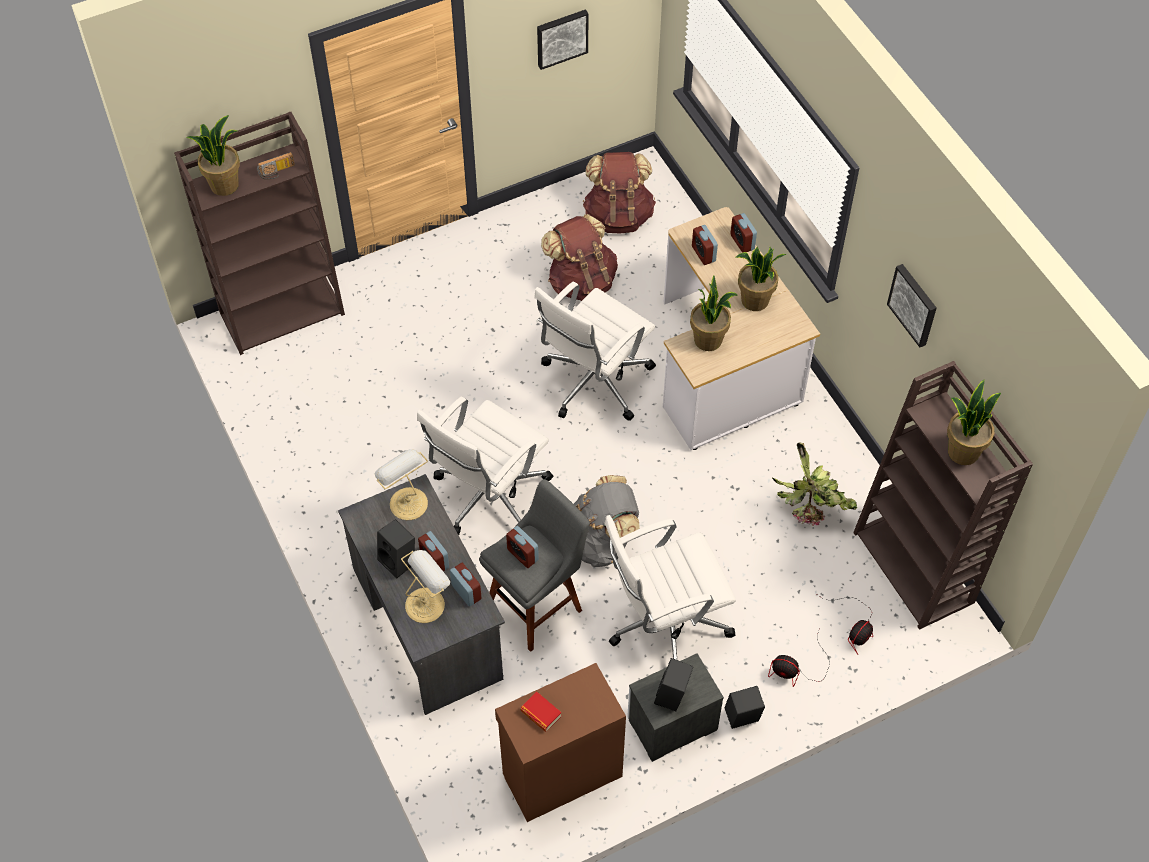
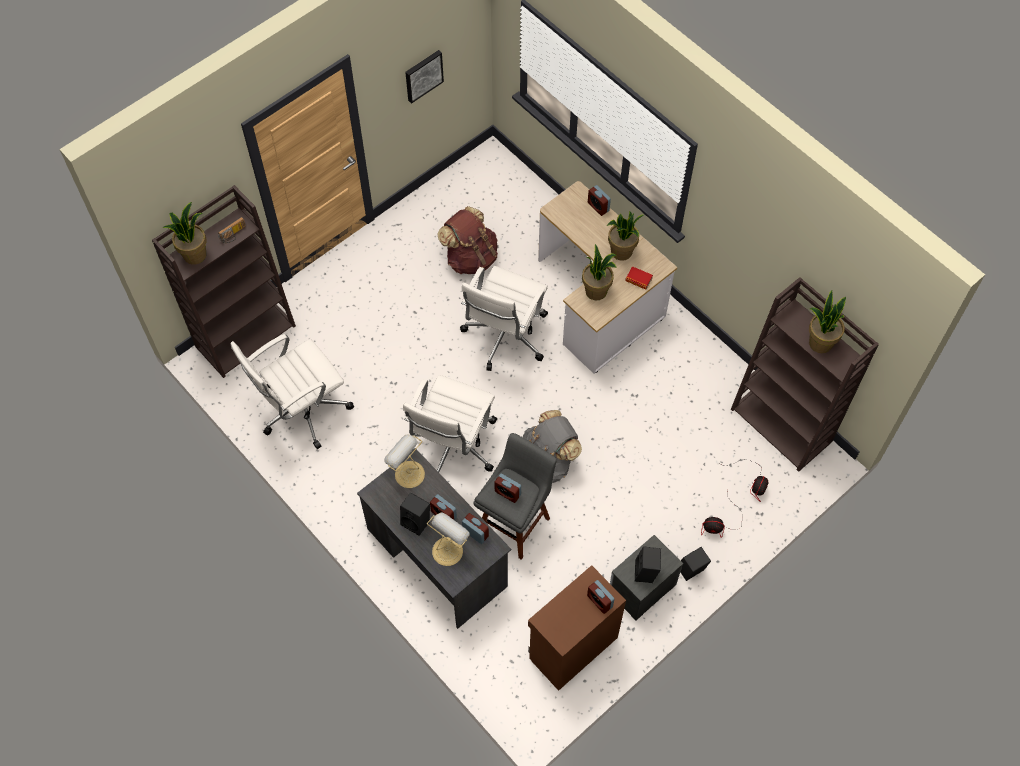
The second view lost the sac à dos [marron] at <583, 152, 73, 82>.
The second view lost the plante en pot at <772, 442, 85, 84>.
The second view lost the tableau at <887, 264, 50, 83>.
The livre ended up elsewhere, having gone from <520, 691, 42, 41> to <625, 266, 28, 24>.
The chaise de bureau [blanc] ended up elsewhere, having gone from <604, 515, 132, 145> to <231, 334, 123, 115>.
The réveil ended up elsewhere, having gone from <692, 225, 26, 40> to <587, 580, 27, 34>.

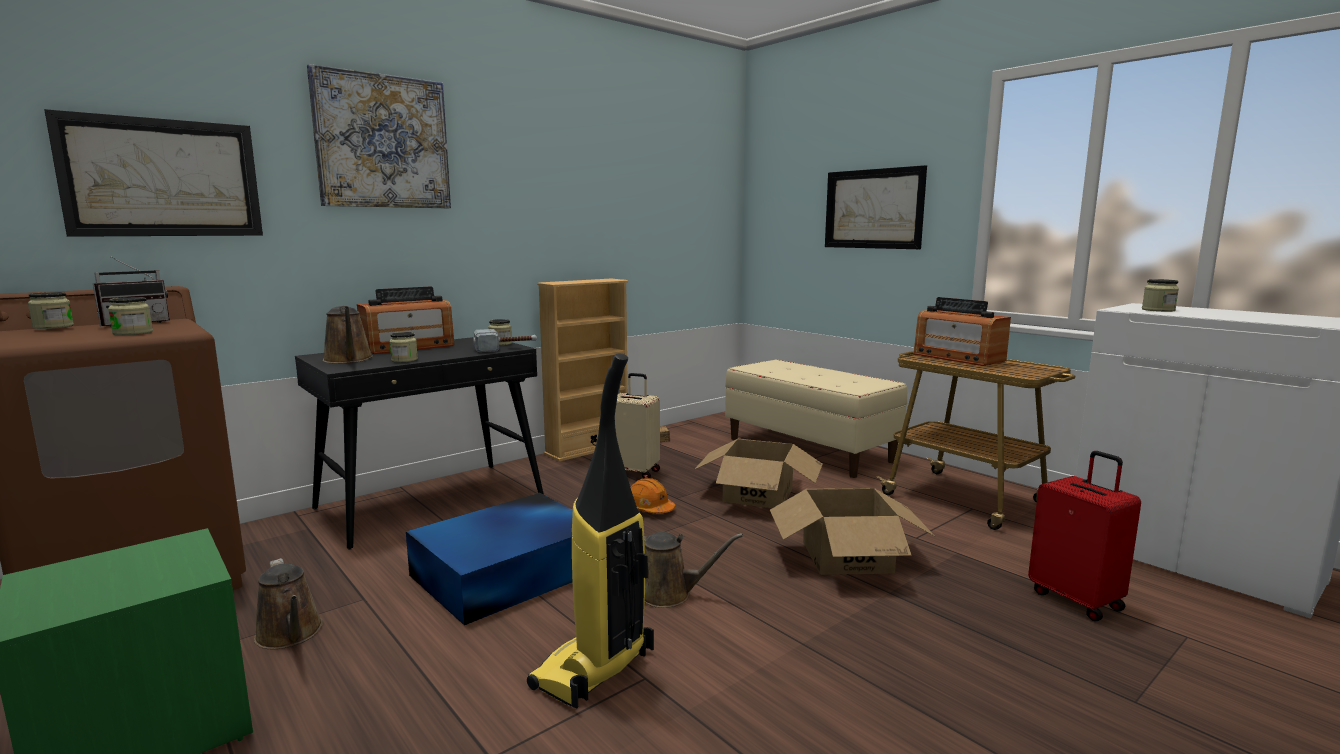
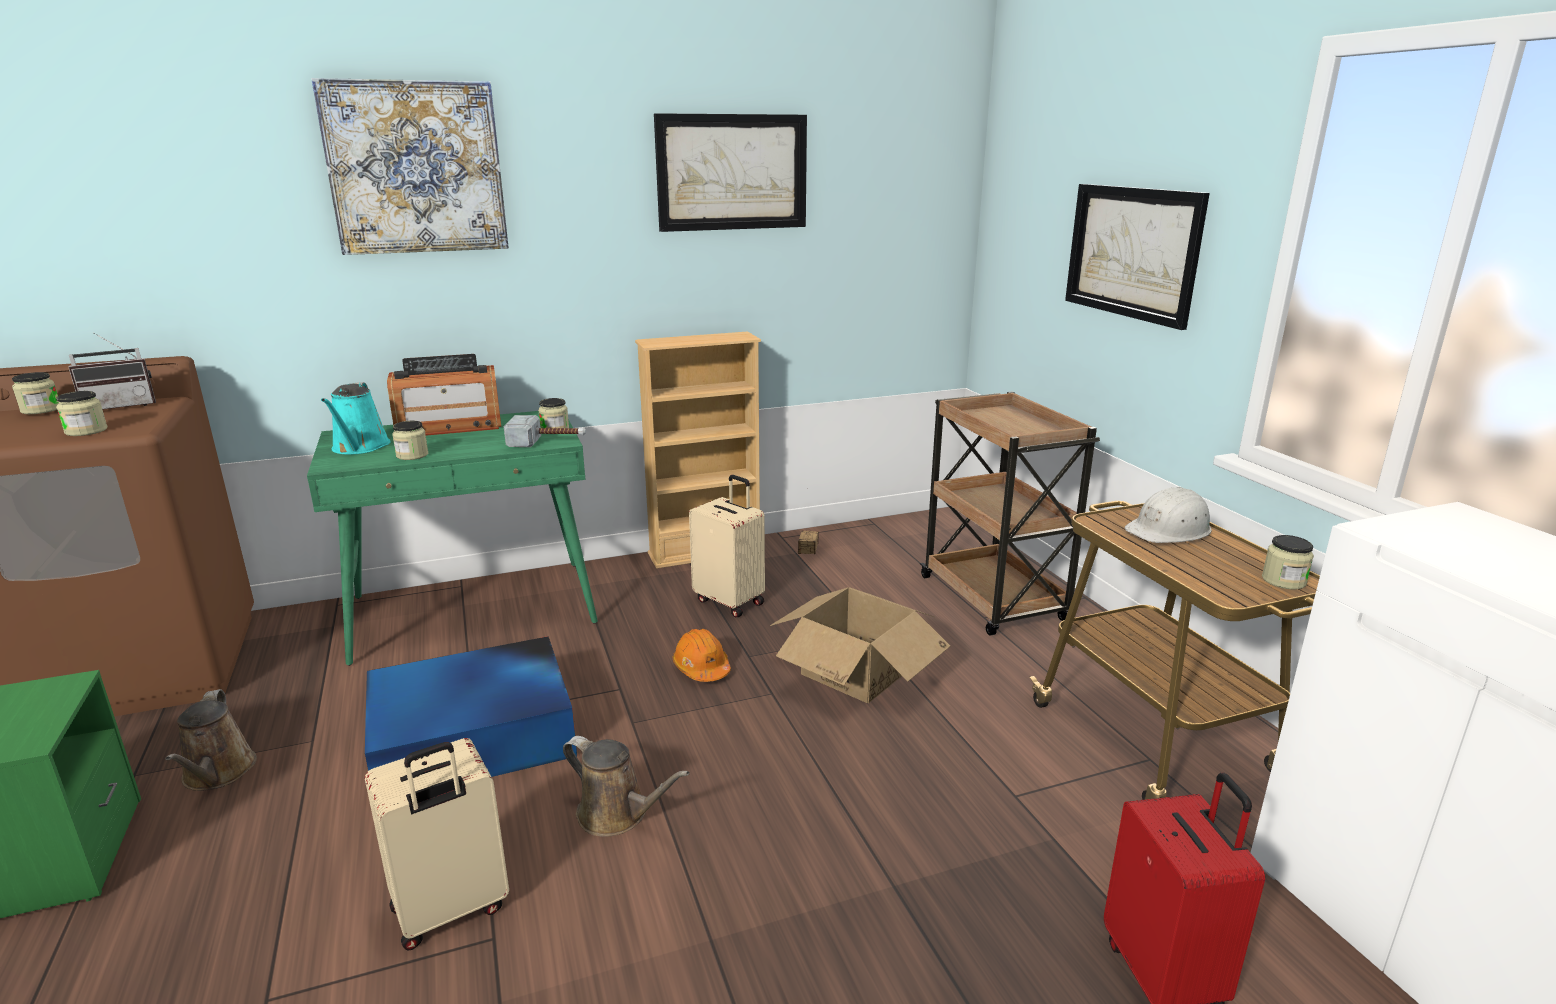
The second view lost the carton at <770, 488, 166, 87>.
The tableau ended up elsewhere, having gone from <44, 109, 219, 128> to <654, 113, 153, 119>.
The bocal ended up elsewhere, having gone from <1142, 279, 37, 33> to <1262, 535, 52, 55>.
Where the aspirateur stood at <527, 353, 127, 355>, the valise [beige] came to stand at <365, 738, 144, 212>.
Where the banc [beige] stood at <725, 359, 182, 119>, the chariot [marron] came to stand at <920, 391, 180, 245>.
Where the radio stood at <914, 297, 97, 69>, the casque de chantier [blanc] came to stand at <1124, 487, 88, 56>.
What was the bureau [noir] at <295, 337, 249, 213> turned into the bureau [vert] at <307, 411, 291, 255>.
What was the arrosoir [marron] at <323, 306, 50, 58> turned into the arrosoir [turquoise] at <321, 382, 70, 72>.

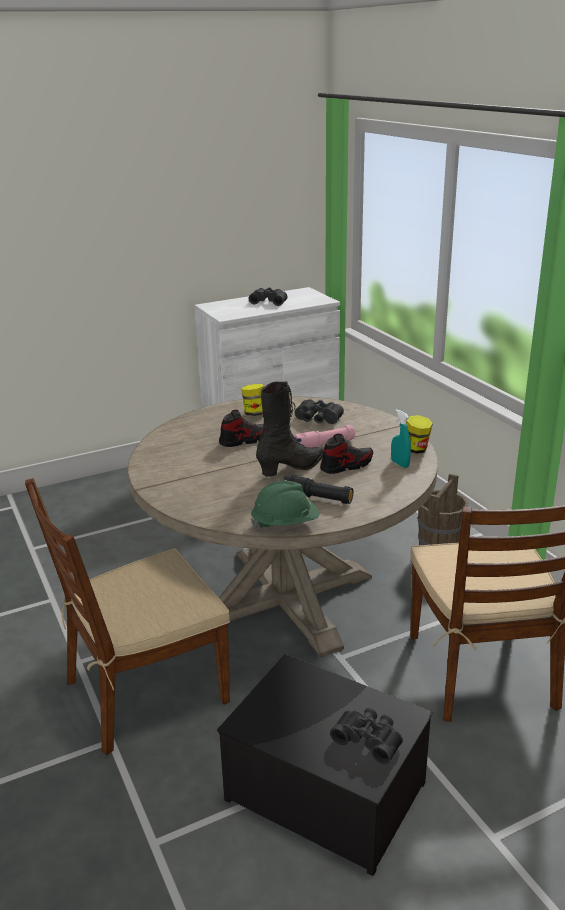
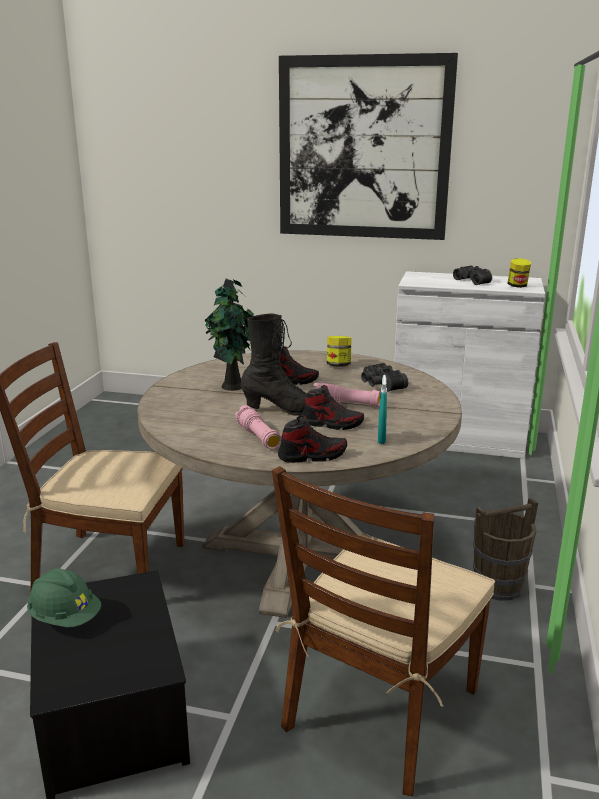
The second view lost the jumelles [noir] at <330, 708, 73, 56>.
The second view gained the plante en pot at <205, 279, 49, 112>.
The second view gained the chaussure at <278, 415, 69, 48>.
The second view gained the tableau at <279, 53, 179, 187>.
The casque de chantier [vert] ended up elsewhere, having gone from <251, 481, 68, 48> to <27, 568, 74, 60>.
The bocal ended up elsewhere, having gone from <406, 415, 27, 39> to <507, 258, 24, 30>.
What was the lampe de poche [noir] at <283, 474, 70, 30> turned into the lampe de poche [rose] at <235, 405, 46, 44>.

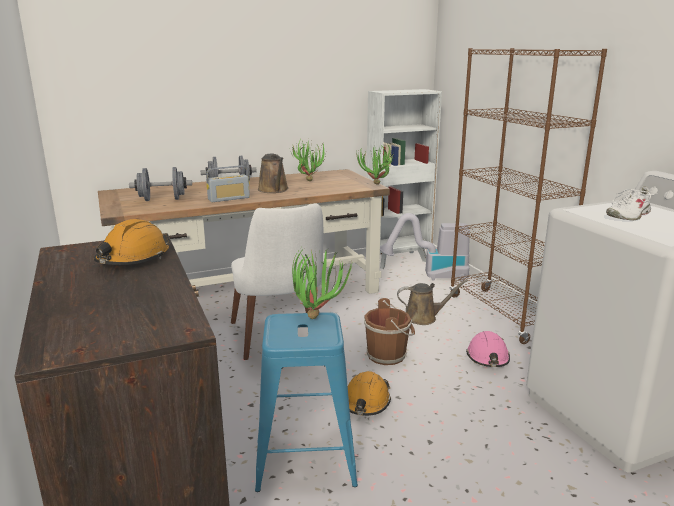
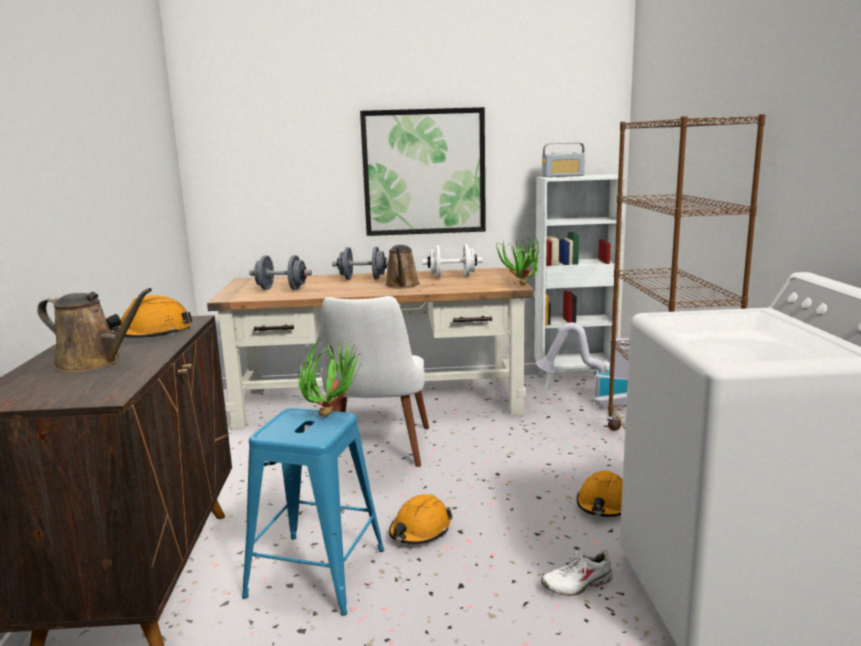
The second view lost the seau [marron] at <364, 298, 51, 67>.
The second view gained the tableau at <360, 107, 126, 129>.
The radio ended up elsewhere, having gone from <206, 165, 44, 37> to <542, 143, 43, 34>.
The arrosoir [marron] ended up elsewhere, having gone from <397, 279, 71, 46> to <37, 288, 115, 85>.
The chaussure [blanc] ended up elsewhere, having gone from <606, 186, 51, 34> to <541, 550, 72, 46>.
Where the plante en pot stood at <291, 140, 36, 41>, the haltère [blanc] came to stand at <422, 244, 60, 34>.
What was the casque de chantier [rose] at <466, 331, 44, 36> turned into the casque de chantier [orange] at <576, 471, 47, 46>.

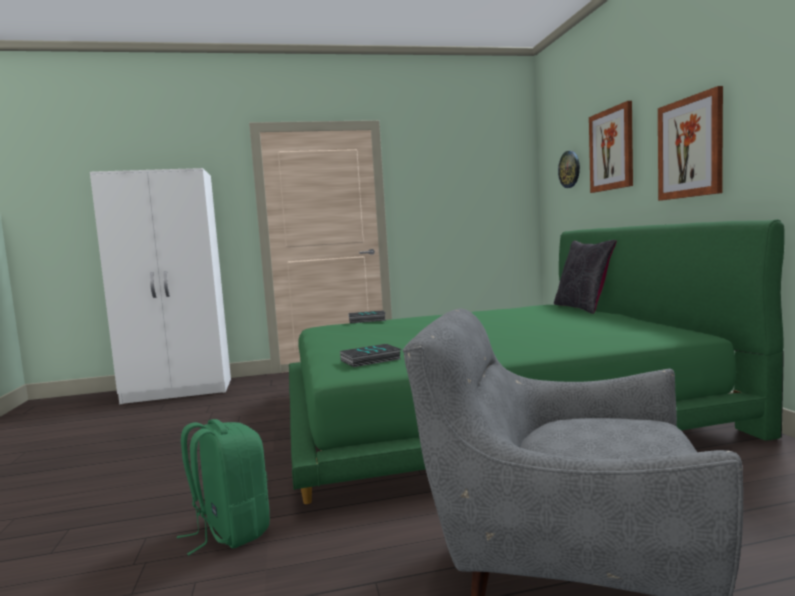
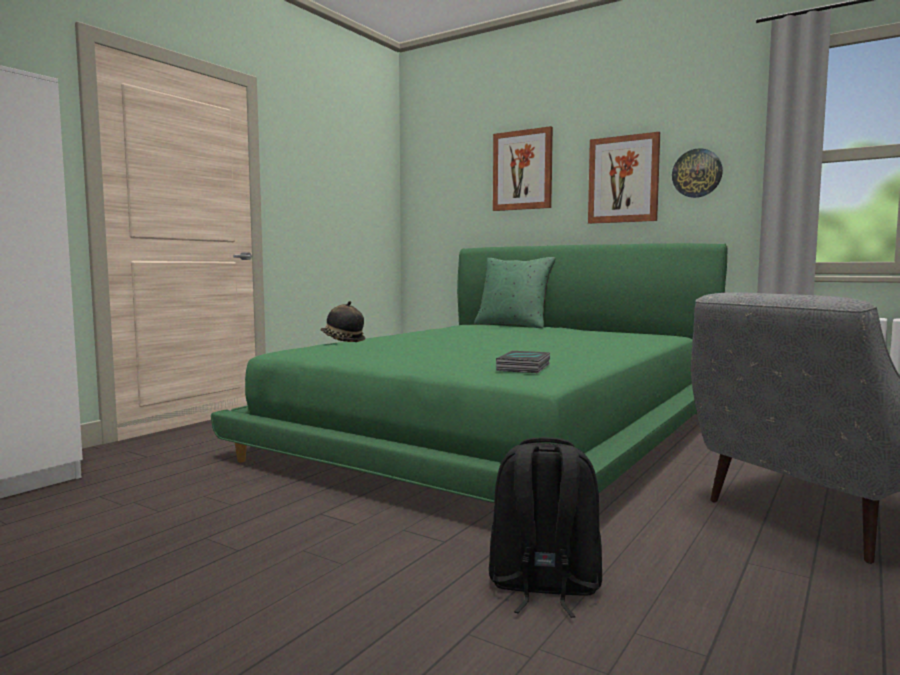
The horloge murale ended up elsewhere, having gone from <558, 151, 22, 37> to <672, 148, 51, 50>.
Where the livre stood at <349, 310, 37, 13>, the chapeau came to stand at <320, 301, 46, 41>.
What was the sac à dos [vert] at <177, 419, 93, 136> turned into the sac à dos [noir] at <489, 437, 113, 181>.
What was the coussin [noir] at <554, 240, 63, 74> turned into the coussin [vert] at <474, 257, 82, 71>.

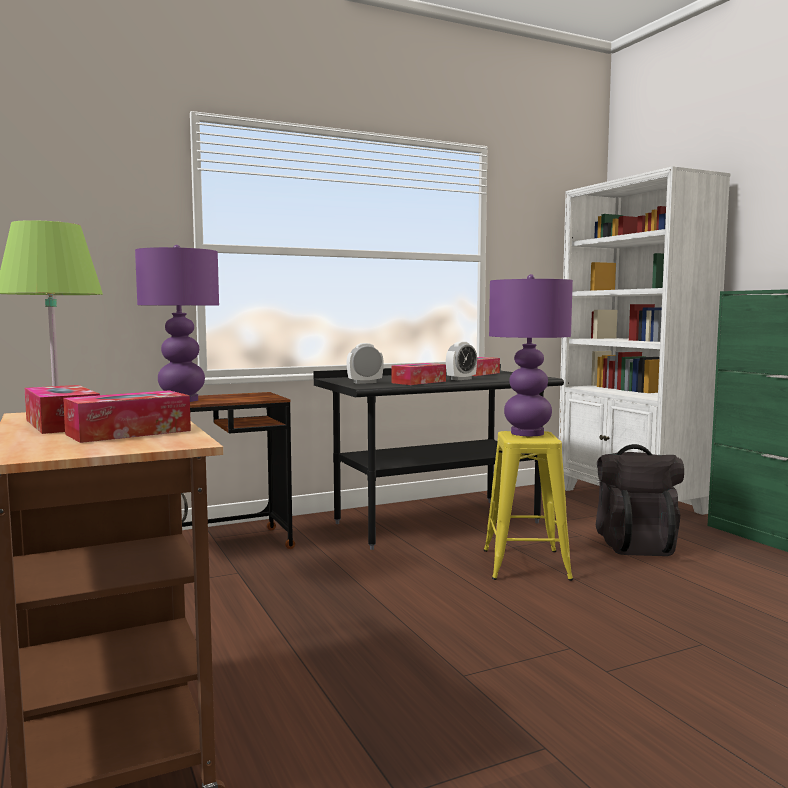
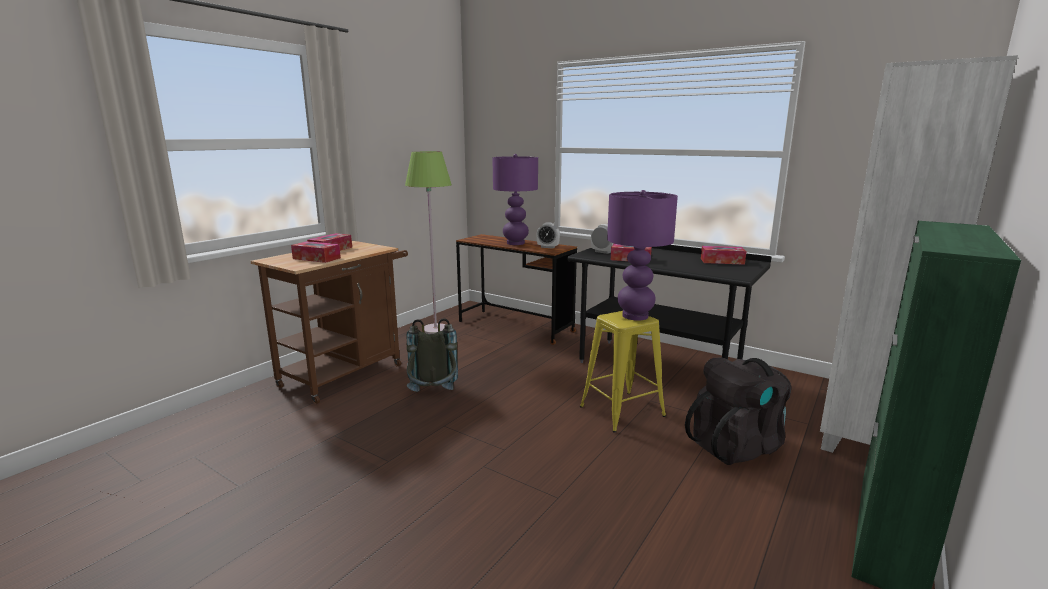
The second view gained the sac à dos [gris] at <406, 318, 52, 74>.
The réveil ended up elsewhere, having gone from <446, 342, 31, 38> to <537, 222, 23, 27>.

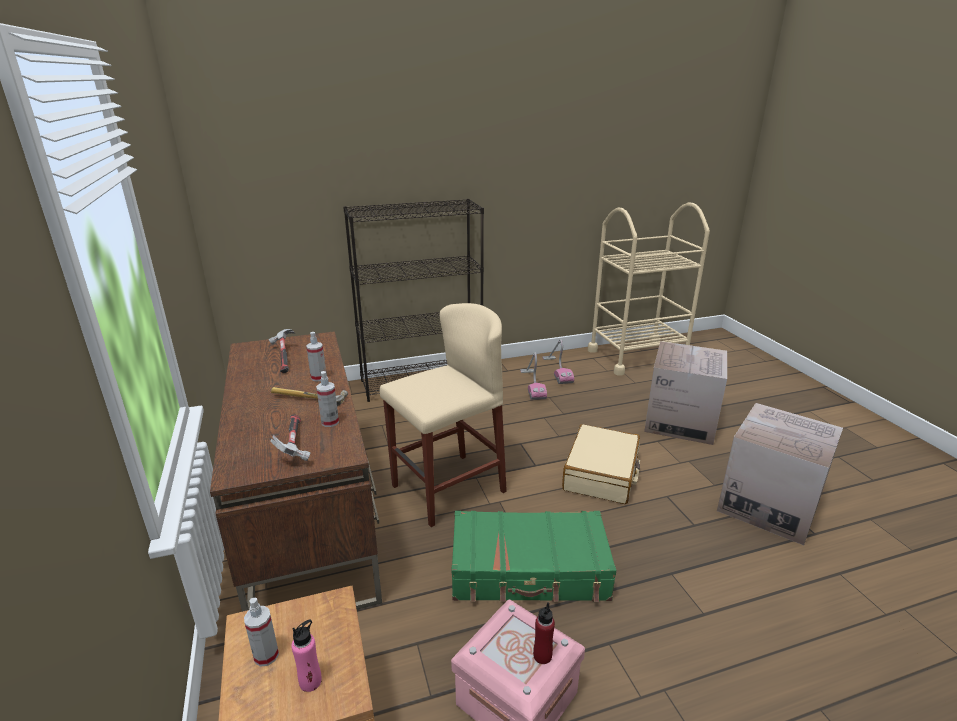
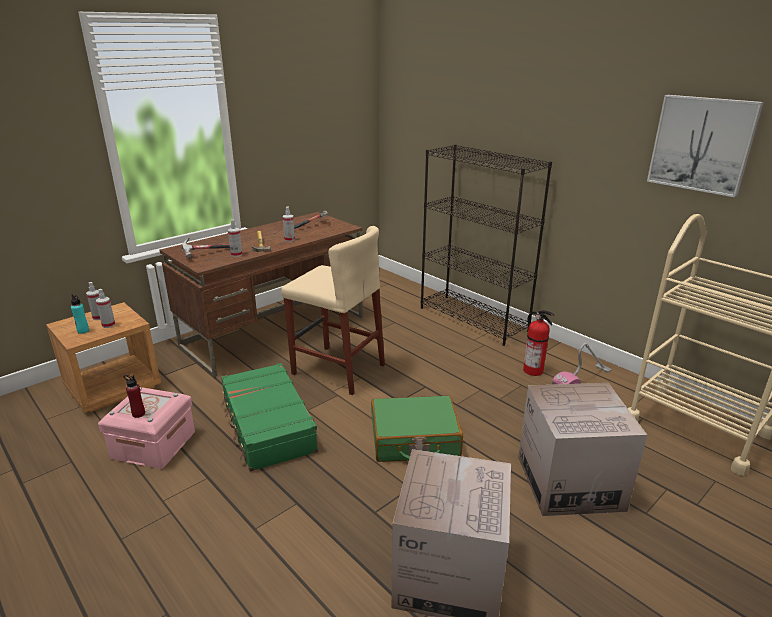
The second view gained the vaporisateur at <96, 289, 19, 39>.
The second view gained the tableau at <647, 95, 117, 102>.
Where the aspirateur stood at <520, 353, 27, 47>, the extincteur came to stand at <523, 310, 31, 66>.
What was the bouteille [rose] at <291, 620, 31, 72> turned into the bouteille [turquoise] at <71, 294, 18, 40>.
What was the valise [beige] at <562, 424, 78, 80> turned into the valise [vert] at <371, 395, 92, 67>.

